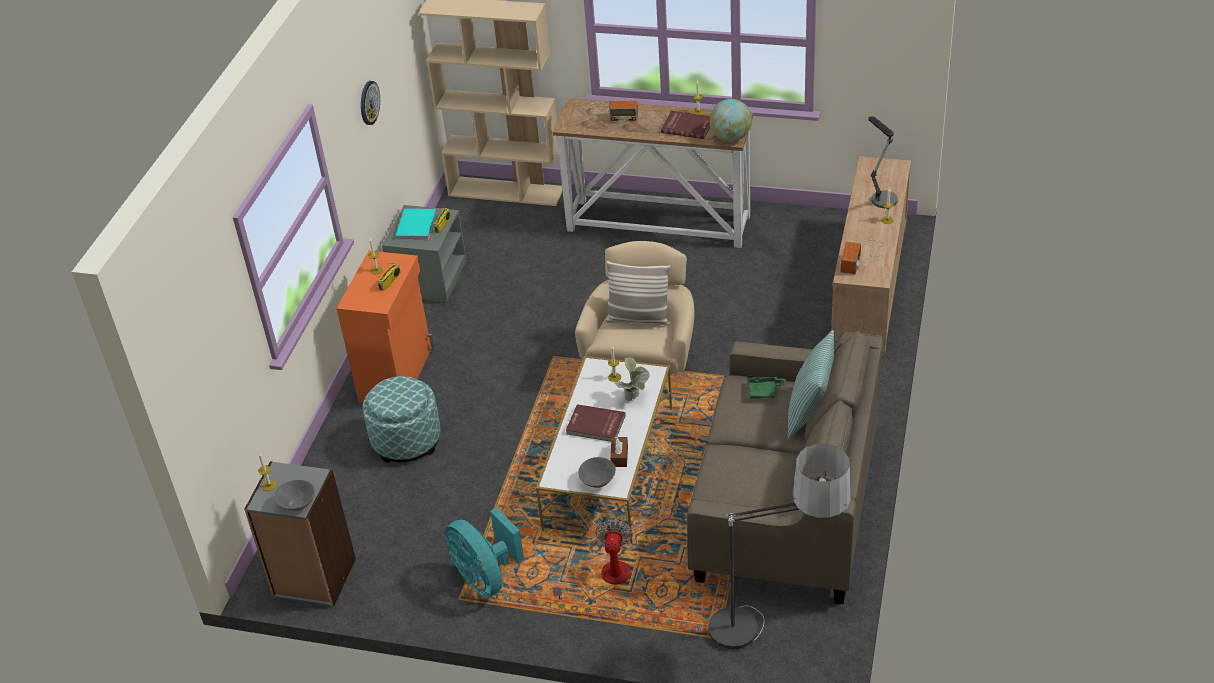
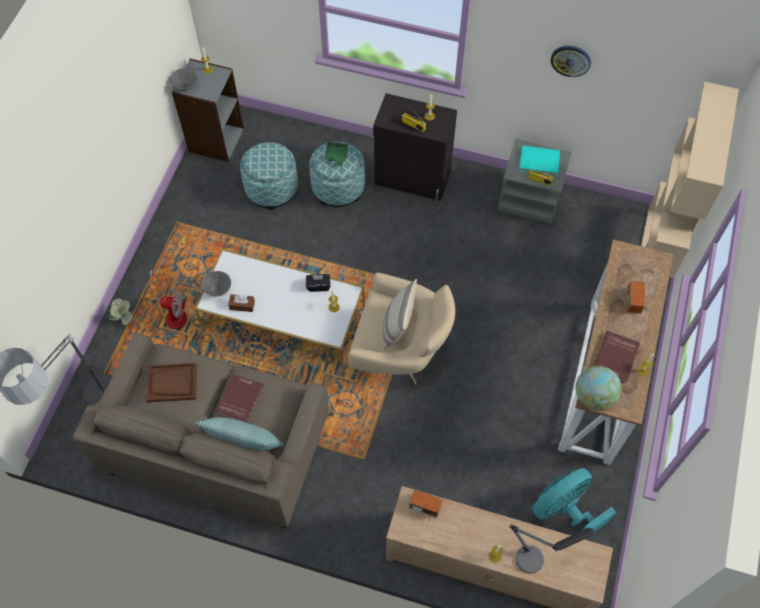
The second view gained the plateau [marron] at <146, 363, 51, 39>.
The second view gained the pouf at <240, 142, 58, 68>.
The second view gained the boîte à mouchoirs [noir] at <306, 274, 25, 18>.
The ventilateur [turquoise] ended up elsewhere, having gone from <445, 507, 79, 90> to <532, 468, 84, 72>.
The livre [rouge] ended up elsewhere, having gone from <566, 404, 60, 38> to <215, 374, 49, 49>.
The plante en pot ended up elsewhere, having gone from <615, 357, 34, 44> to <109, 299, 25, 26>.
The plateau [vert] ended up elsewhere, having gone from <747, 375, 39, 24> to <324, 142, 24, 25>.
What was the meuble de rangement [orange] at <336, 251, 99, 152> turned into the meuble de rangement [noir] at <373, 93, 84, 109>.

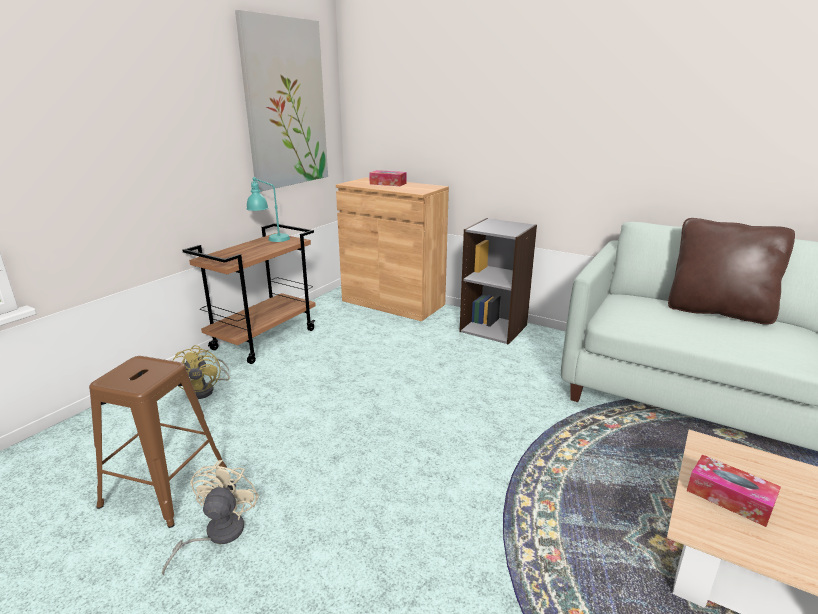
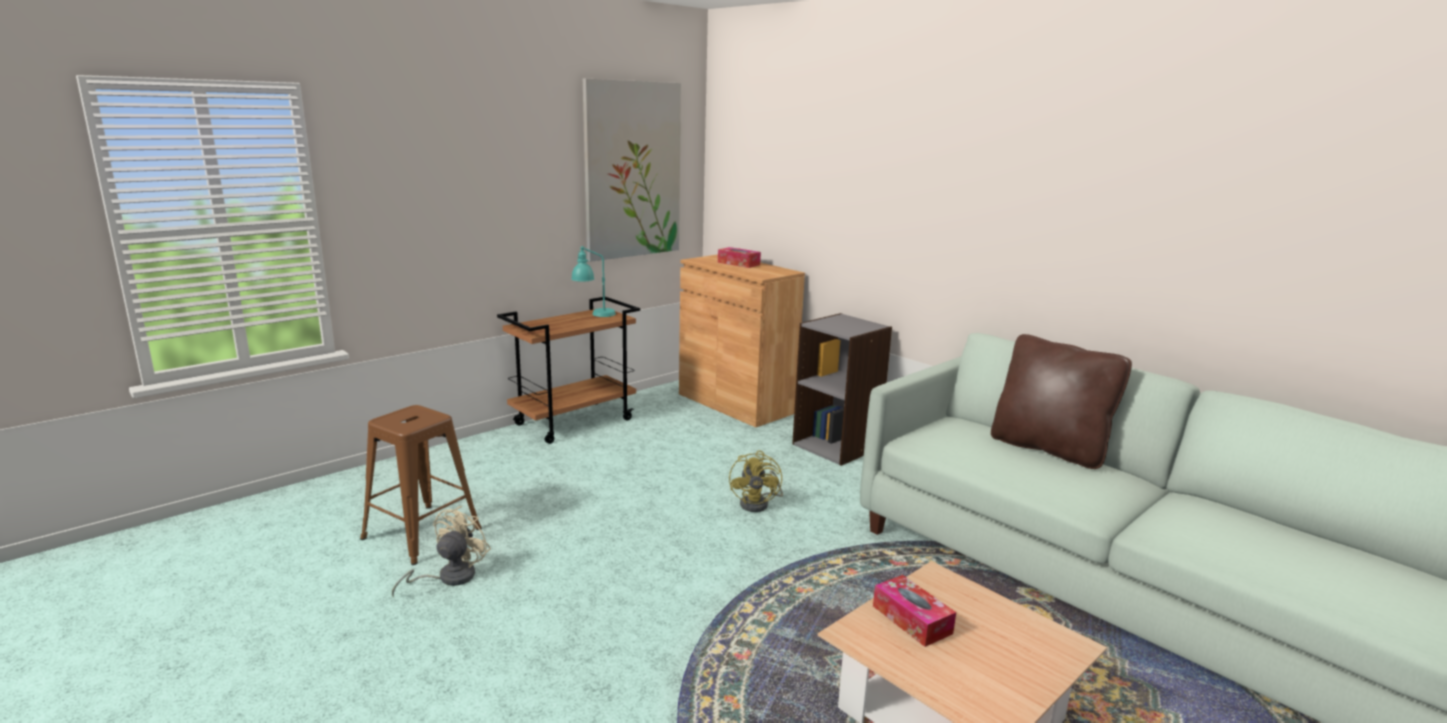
The ventilateur [jaune] ended up elsewhere, having gone from <172, 345, 58, 54> to <729, 450, 54, 62>.

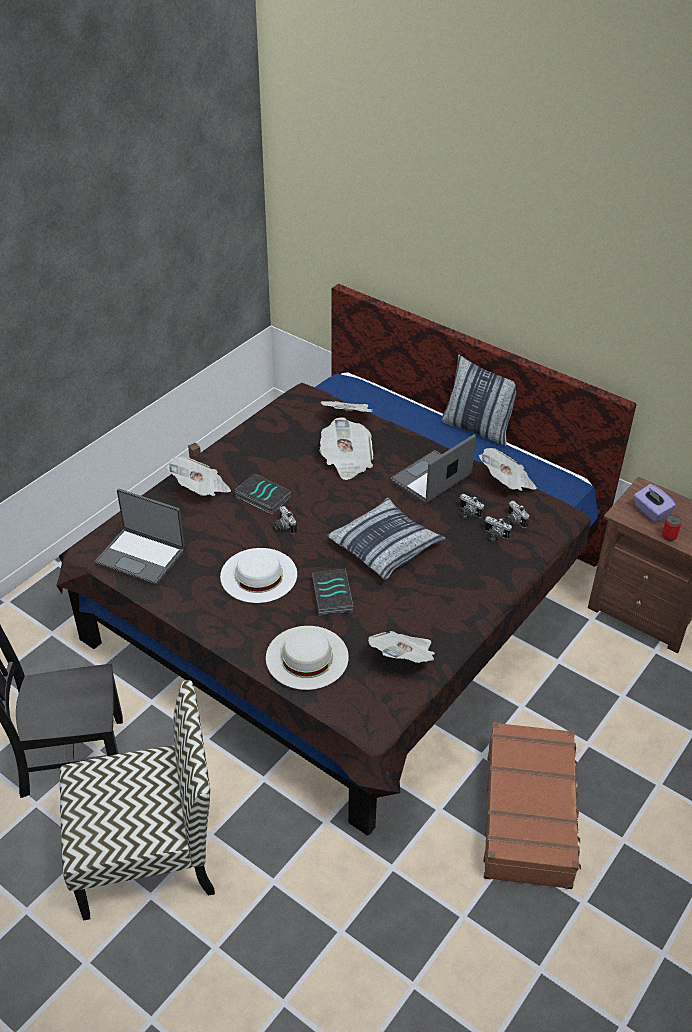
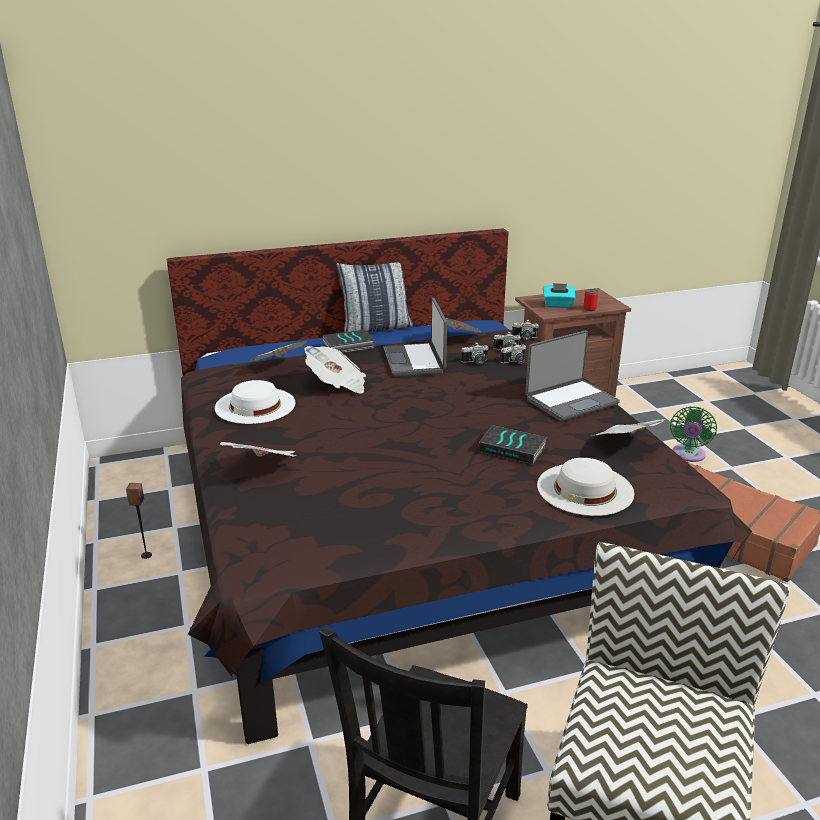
The second view lost the coussin at <327, 497, 119, 83>.
The second view gained the ventilateur [vert] at <670, 406, 47, 56>.
The ordinateur portable ended up elsewhere, having gone from <95, 489, 90, 96> to <525, 330, 95, 92>.
The chapeau [blanc] ended up elsewhere, having gone from <220, 548, 77, 55> to <215, 380, 81, 44>.
The livre ended up elsewhere, having gone from <234, 474, 57, 40> to <323, 329, 51, 24>.
The appareil photo ended up elsewhere, having gone from <274, 506, 23, 28> to <512, 320, 27, 20>.
What was the boîte à mouchoirs [violet] at <634, 484, 42, 38> turned into the boîte à mouchoirs [turquoise] at <543, 283, 33, 25>.

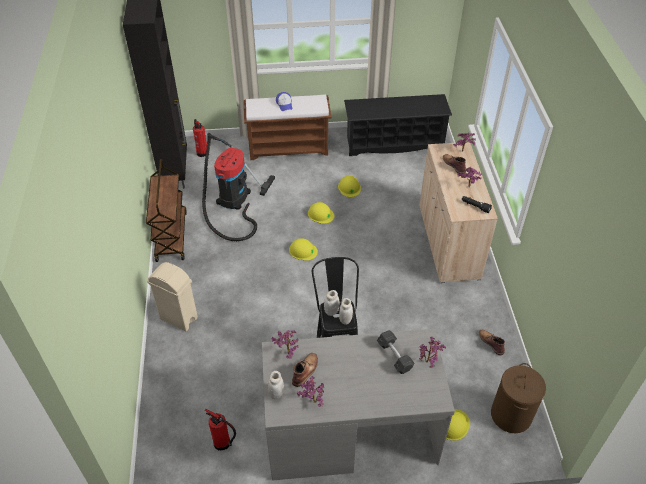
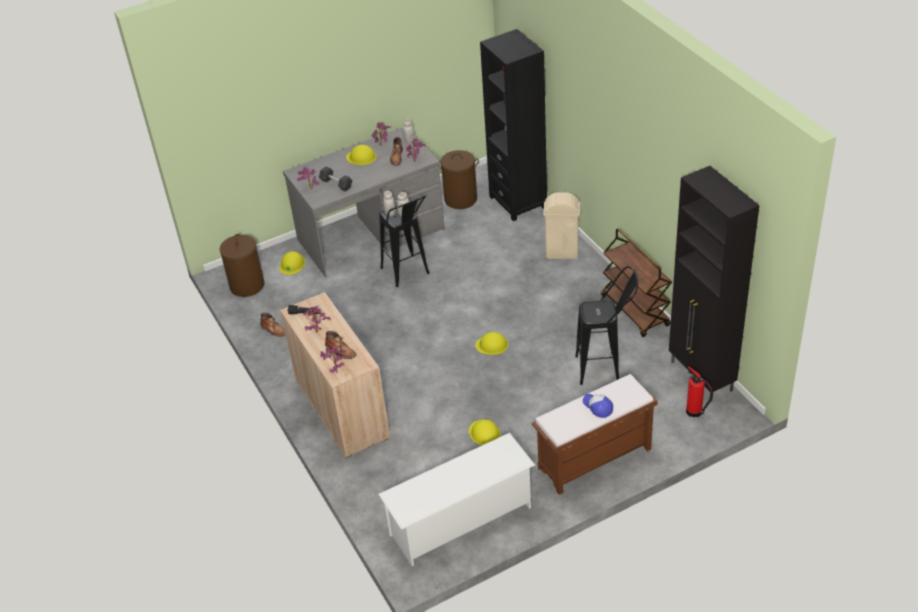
The second view gained the bibliothèque [noir] at <480, 29, 67, 192>.
The casque de chantier [jaune] ended up elsewhere, having gone from <308, 202, 26, 22> to <346, 145, 30, 20>.
Where the aspirateur stood at <202, 133, 73, 108>, the tabouret [noir] came to stand at <575, 266, 63, 119>.
Where the extincteur stood at <205, 409, 31, 41>, the panier à linge [marron] came to stand at <439, 150, 40, 59>.
What was the étagère à chaussures [noir] at <344, 94, 108, 62> turned into the étagère à chaussures [blanc] at <378, 433, 157, 133>.

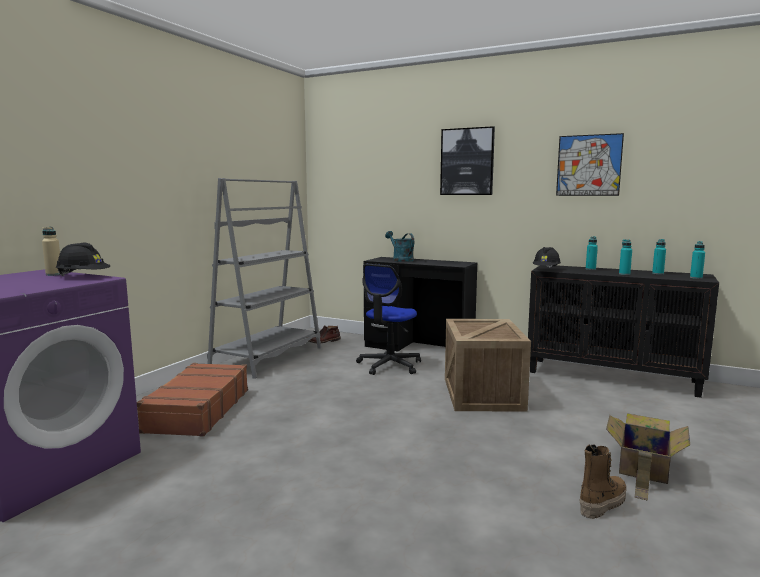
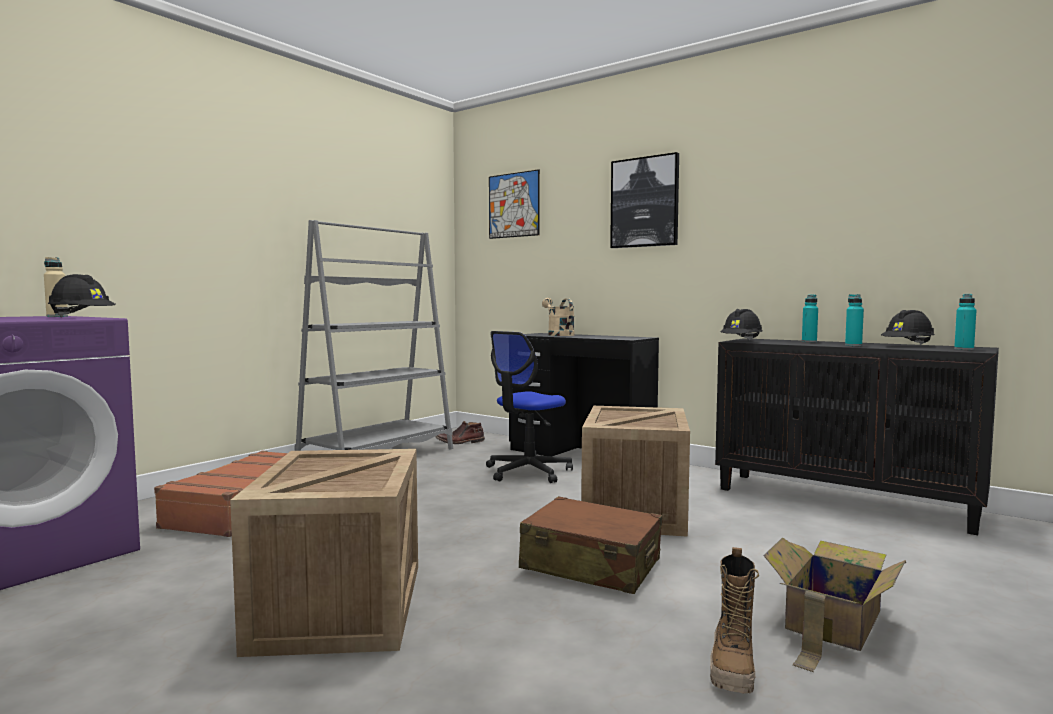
The second view gained the caisse at <230, 449, 188, 208>.
The second view gained the valise [marron] at <519, 496, 143, 98>.
The tableau ended up elsewhere, having gone from <556, 133, 68, 63> to <489, 169, 51, 70>.
Where the bouteille [turquoise] stood at <652, 239, 14, 36>, the casque de chantier [noir] came to stand at <881, 310, 54, 35>.
What was the arrosoir [turquoise] at <385, 231, 29, 31> turned into the arrosoir [beige] at <542, 298, 33, 38>.
The botte at <580, 445, 46, 74> ended up facing another way, 135 degrees clockwise from before.

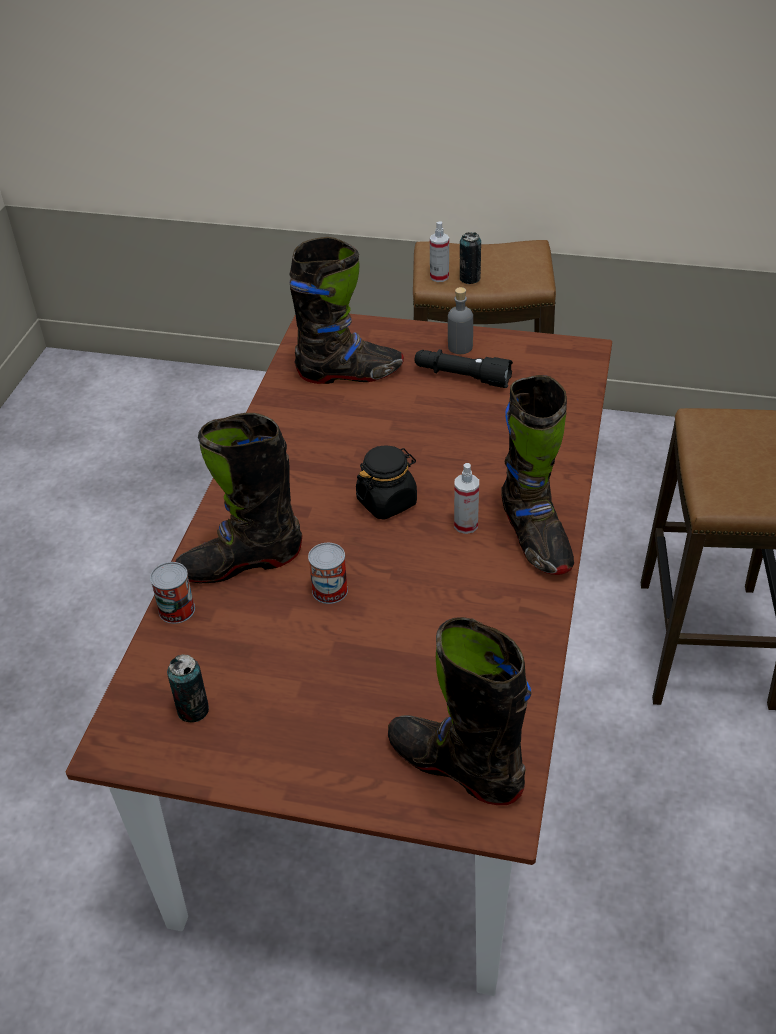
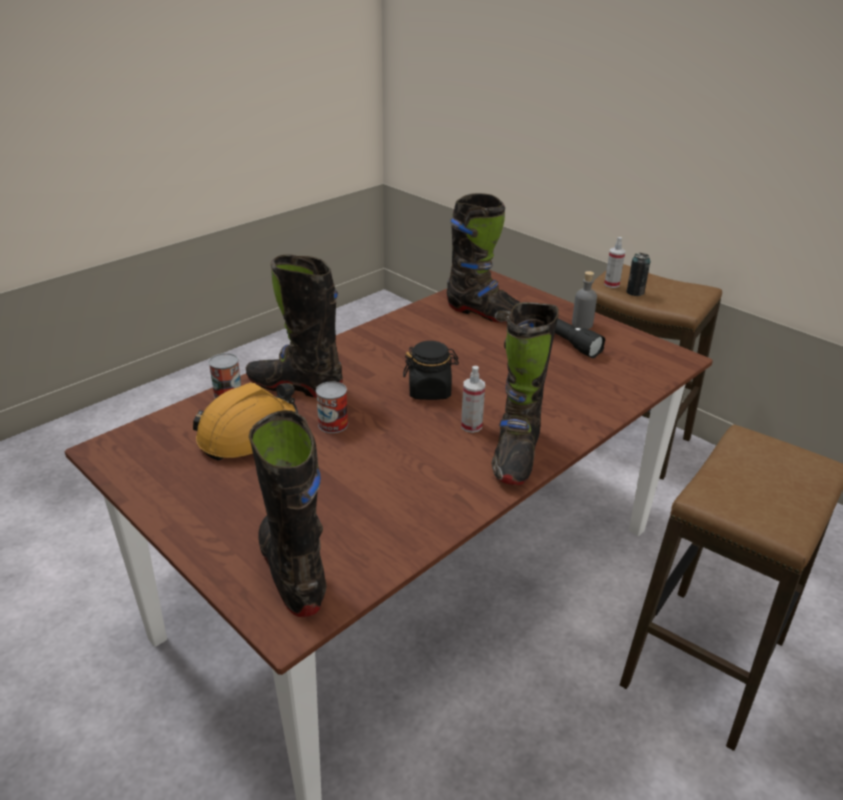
The second view lost the boîte métallique at <167, 655, 42, 68>.
The second view gained the casque de chantier [orange] at <193, 383, 105, 78>.

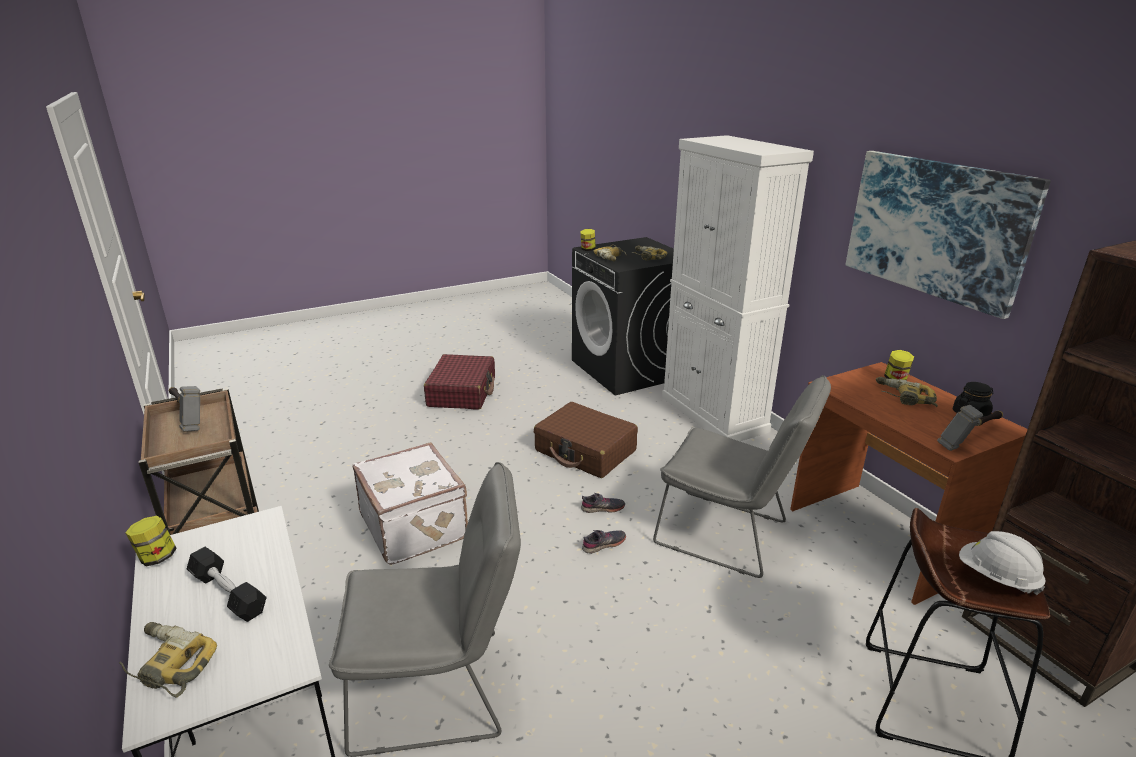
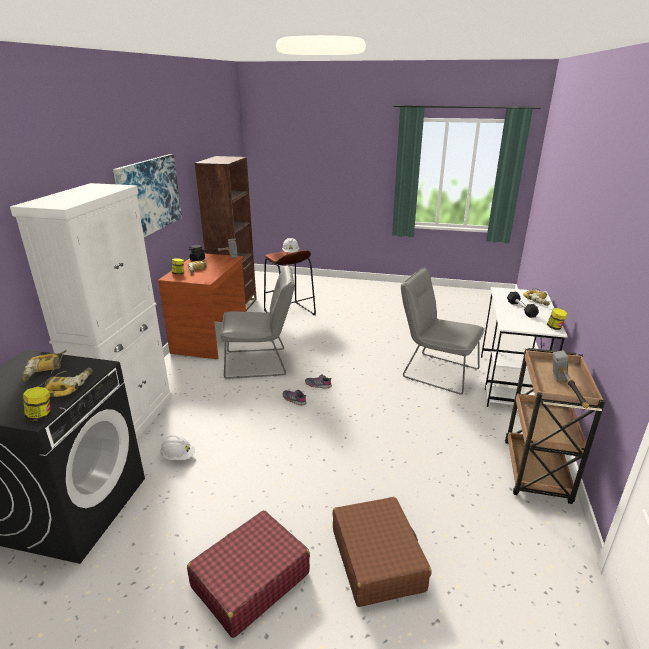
The second view lost the valise [blanc] at <353, 443, 115, 122>.
The second view gained the casque de chantier [blanc] at <160, 435, 35, 25>.
The valise [marron] ended up elsewhere, having gone from <534, 402, 104, 76> to <332, 497, 99, 110>.
The chaise [gris] at <653, 375, 178, 203> ended up facing another way, 105 degrees clockwise from before.

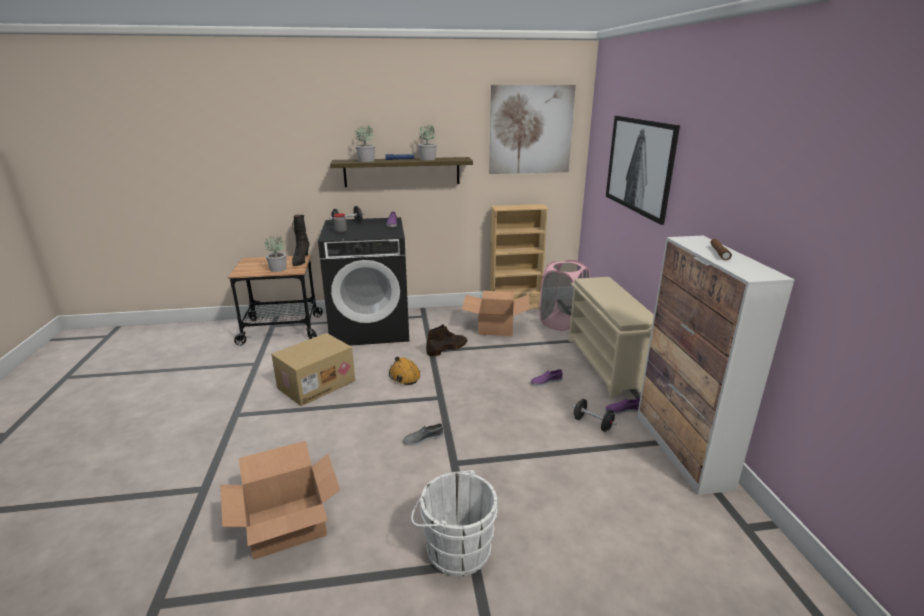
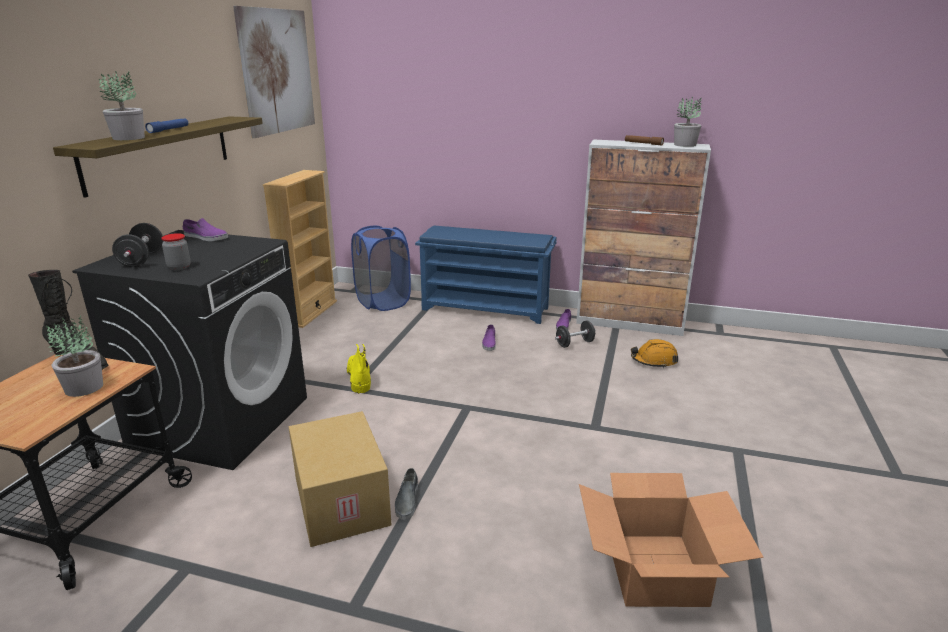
The second view lost the seau [blanc] at <411, 470, 86, 106>.
The second view lost the carton at <462, 291, 67, 45>.
The second view lost the tableau at <606, 116, 74, 109>.
The casque de chantier [orange] ended up elsewhere, having gone from <389, 357, 31, 28> to <631, 339, 47, 29>.
The chaussure [gris] ended up elsewhere, having gone from <403, 423, 40, 23> to <395, 468, 23, 52>.
The plante en pot ended up elsewhere, having gone from <418, 124, 19, 36> to <674, 97, 28, 50>.
What was the botte [marron] at <426, 324, 41, 33> turned into the botte [jaune] at <346, 344, 25, 50>.
What was the panier à linge [rose] at <539, 260, 51, 71> turned into the panier à linge [bleu] at <351, 226, 60, 85>.
What was the étagère à chaussures [beige] at <568, 277, 86, 120> turned into the étagère à chaussures [bleu] at <415, 226, 142, 98>.

